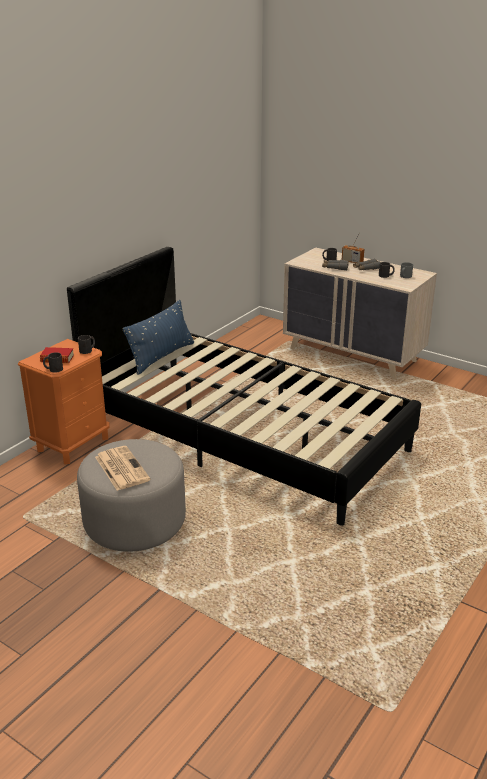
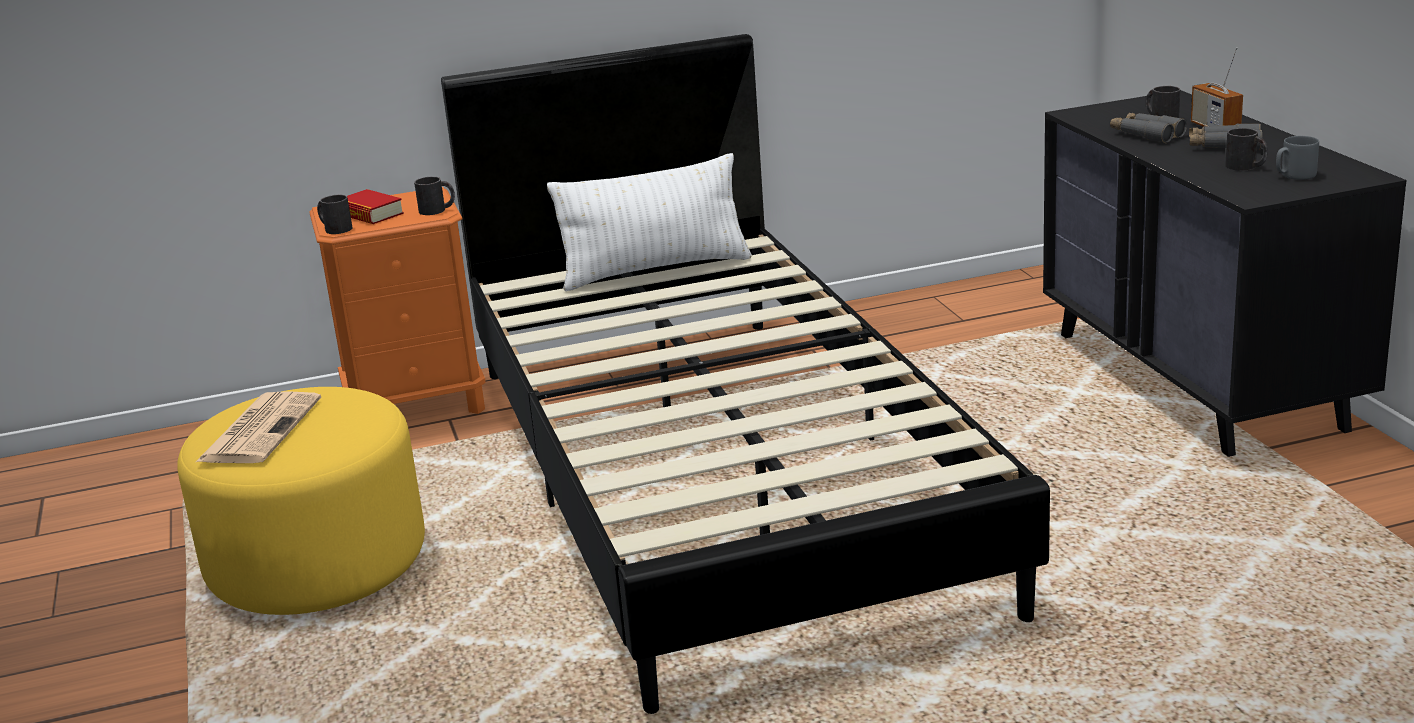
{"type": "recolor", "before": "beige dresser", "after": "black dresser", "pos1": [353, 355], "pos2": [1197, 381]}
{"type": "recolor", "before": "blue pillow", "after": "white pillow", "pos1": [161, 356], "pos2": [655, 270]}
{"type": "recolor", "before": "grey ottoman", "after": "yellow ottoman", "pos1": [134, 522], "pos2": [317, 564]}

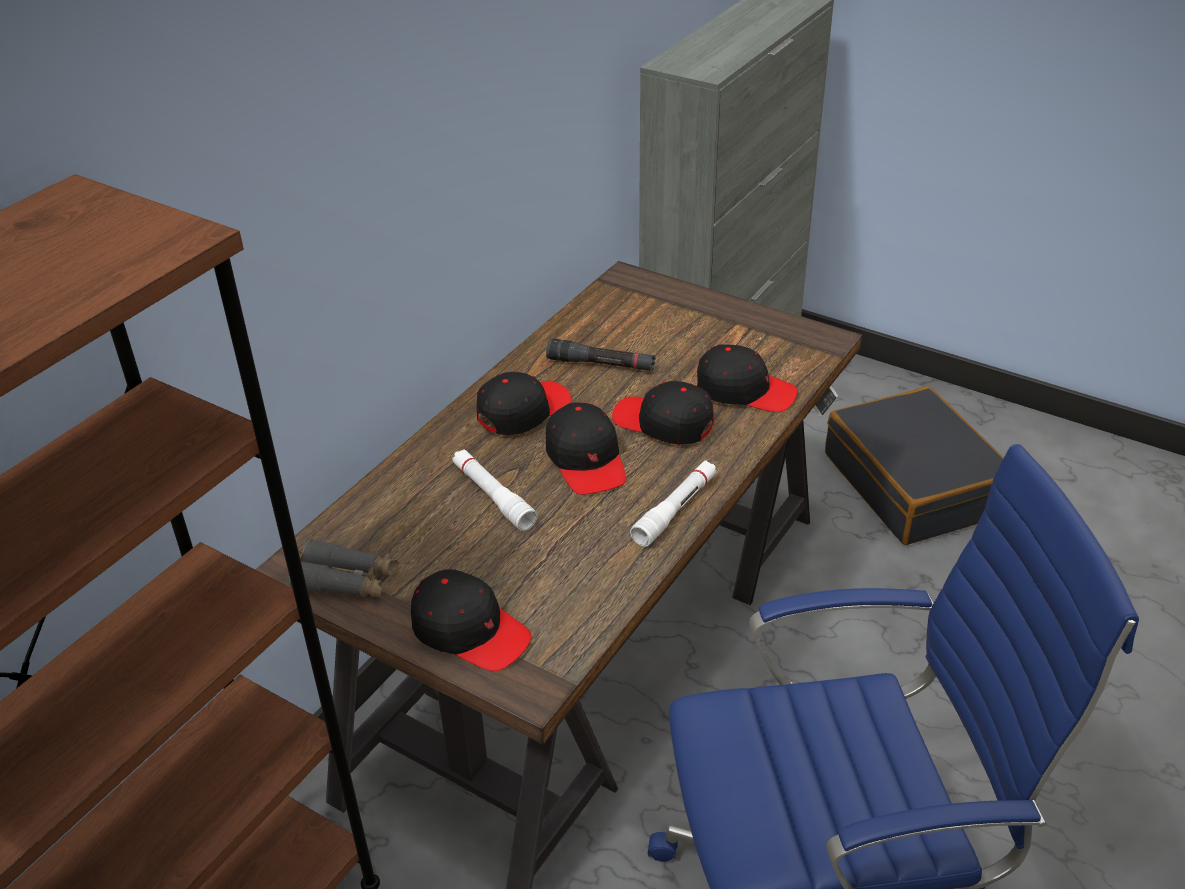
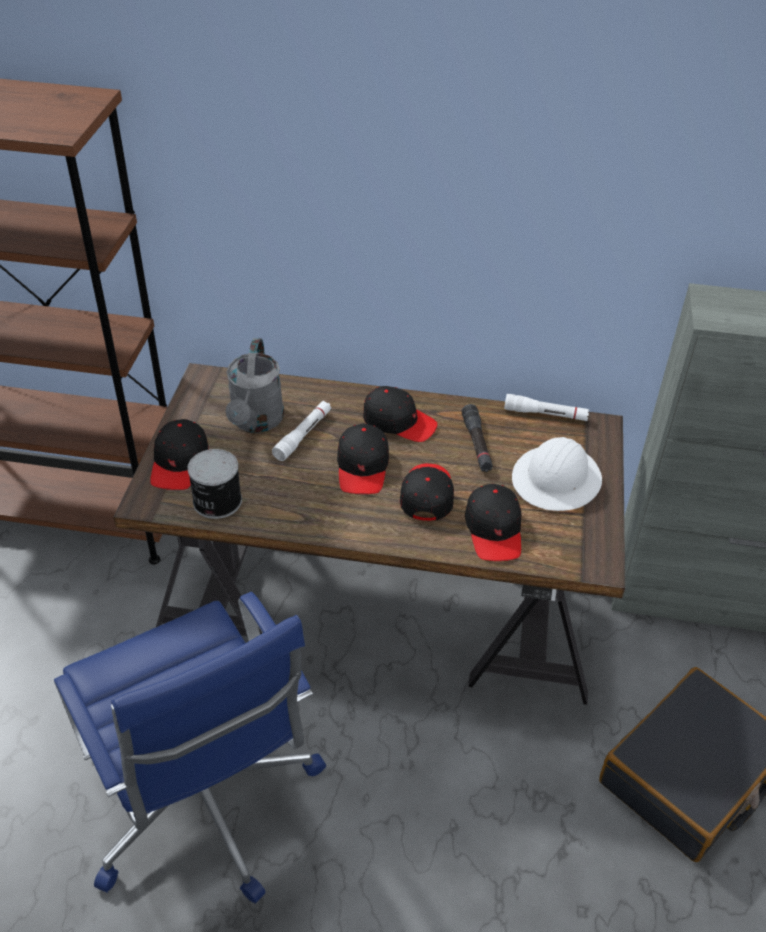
{"type": "rotate", "before": "black cap", "pos1": [586, 460], "pos2": [362, 467], "turn": -45}
{"type": "move", "before": "white flashlight", "pos1": [675, 510], "pos2": [545, 414]}
{"type": "delete", "before": "grey binoculars", "pos1": [347, 581]}
{"type": "insert", "after": "grey watering can", "pos2": [256, 422]}
{"type": "insert", "after": "white hard hat", "pos2": [556, 480]}
{"type": "insert", "after": "can", "pos2": [216, 501]}

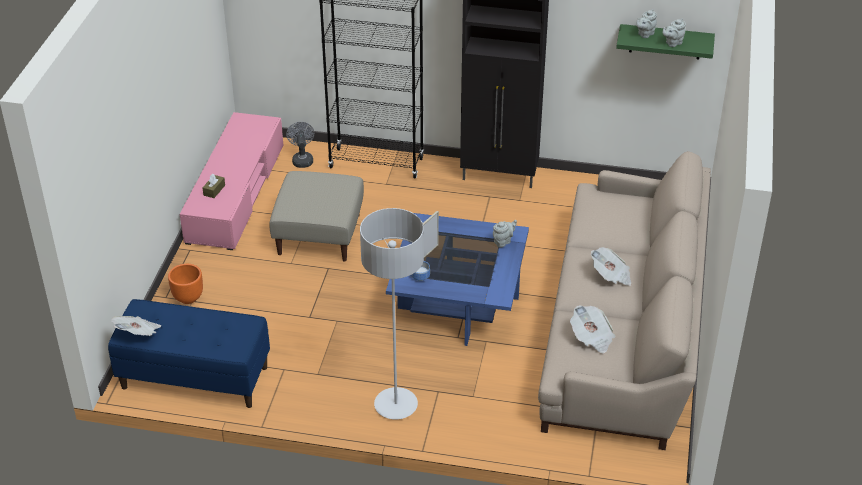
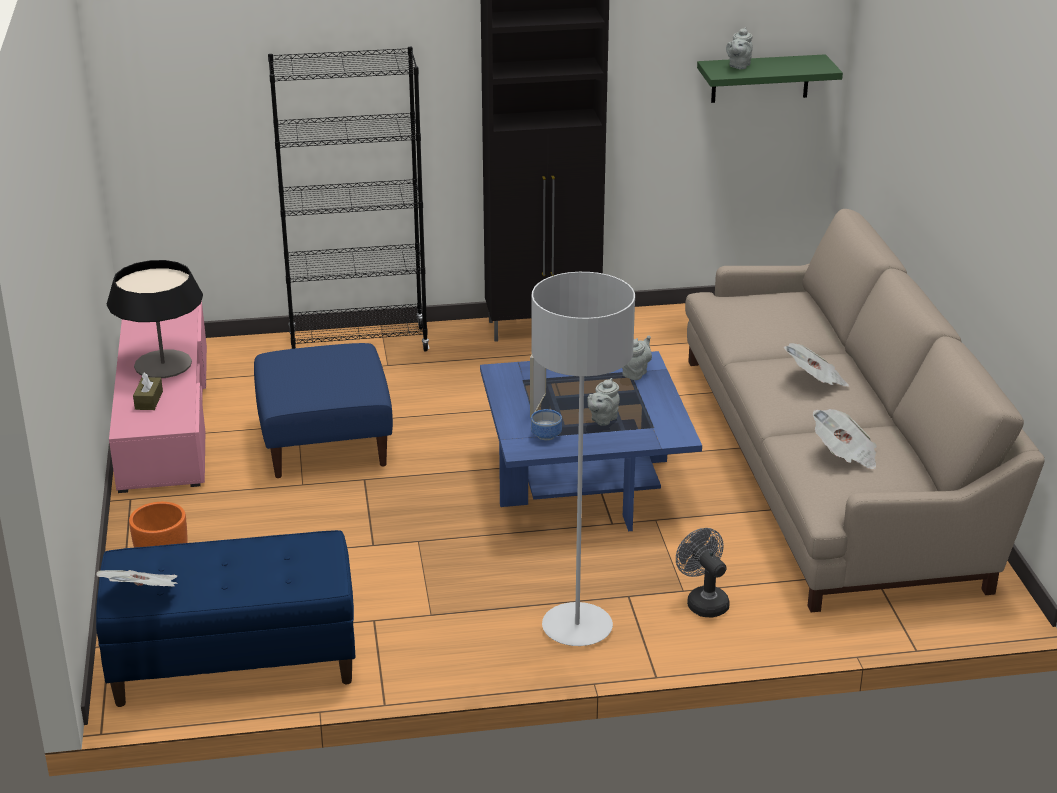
{"type": "move", "before": "grey teapot", "pos1": [672, 43], "pos2": [602, 419]}
{"type": "move", "before": "grey fan", "pos1": [302, 159], "pos2": [703, 601]}
{"type": "recolor", "before": "beige ottoman", "after": "blue ottoman", "pos1": [319, 234], "pos2": [324, 441]}
{"type": "insert", "after": "table lamp", "pos2": [163, 364]}

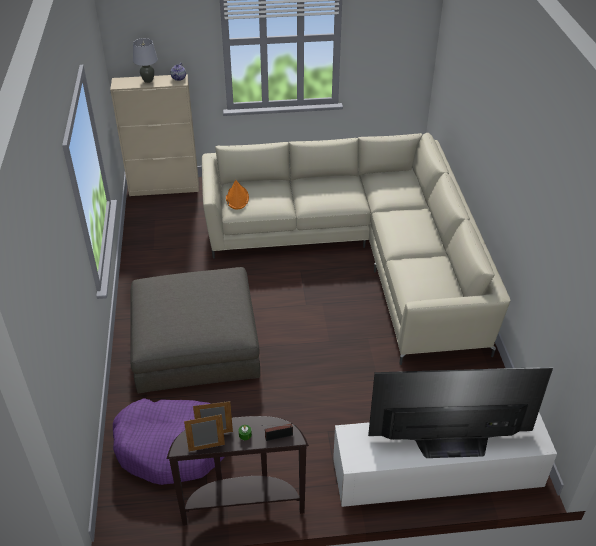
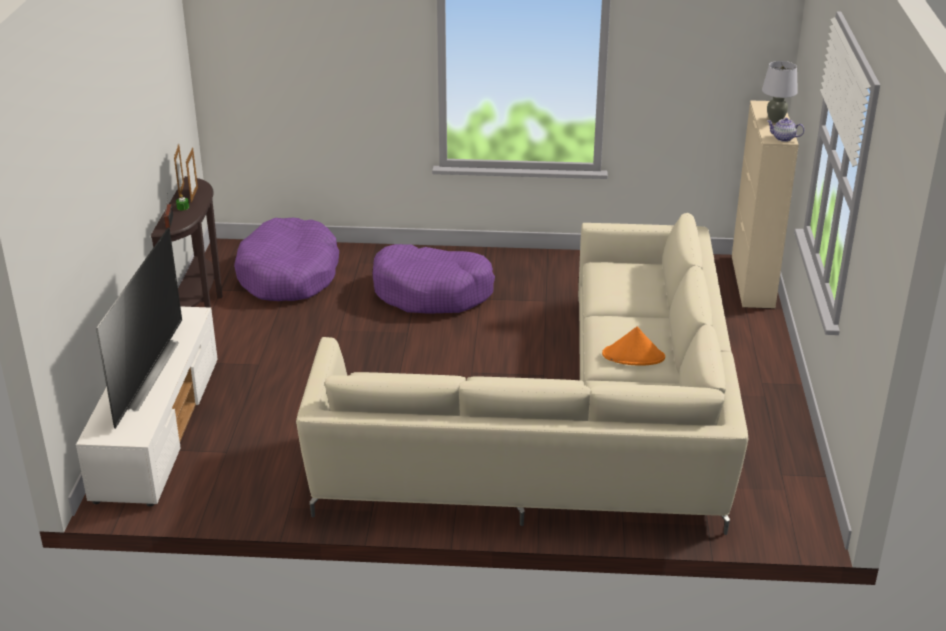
{"type": "move", "before": "orange hat", "pos1": [237, 198], "pos2": [633, 356]}
{"type": "replace", "before": "grey ottoman", "after": "purple dog bed", "pos1": [195, 341], "pos2": [432, 292]}

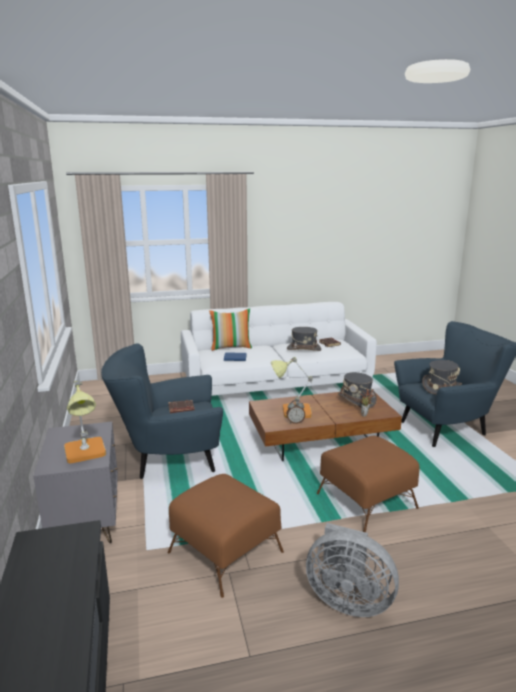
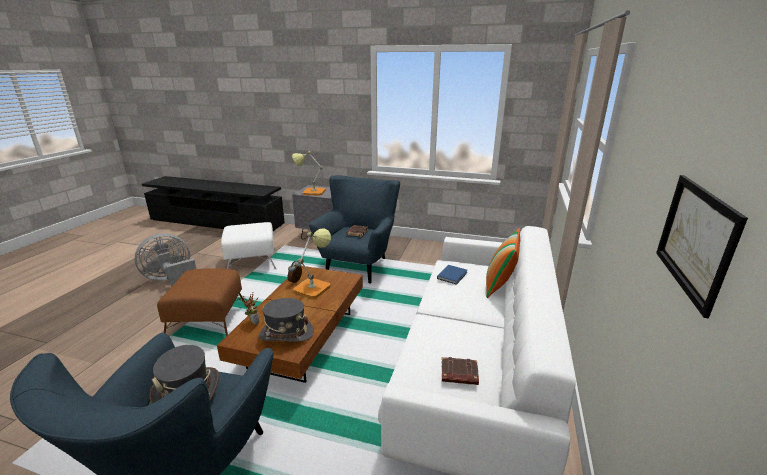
{"type": "delete", "before": "grey hat", "pos1": [303, 349]}
{"type": "recolor", "before": "brown ottoman", "after": "white ottoman", "pos1": [225, 551], "pos2": [252, 261]}
{"type": "insert", "after": "picture", "pos2": [695, 239]}

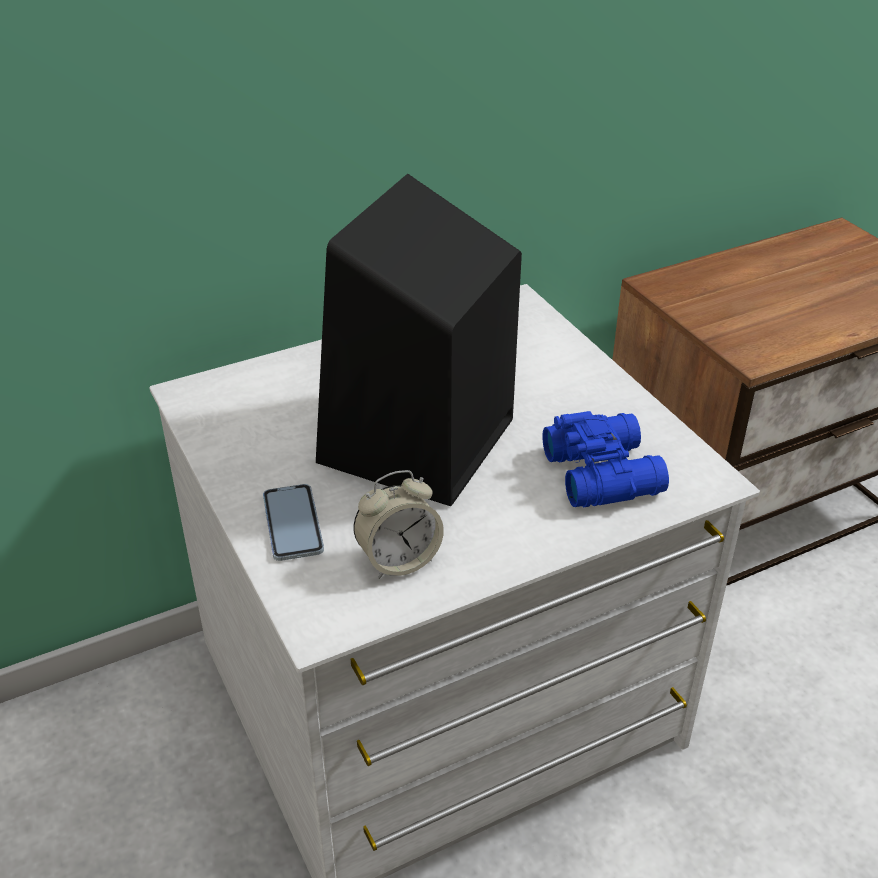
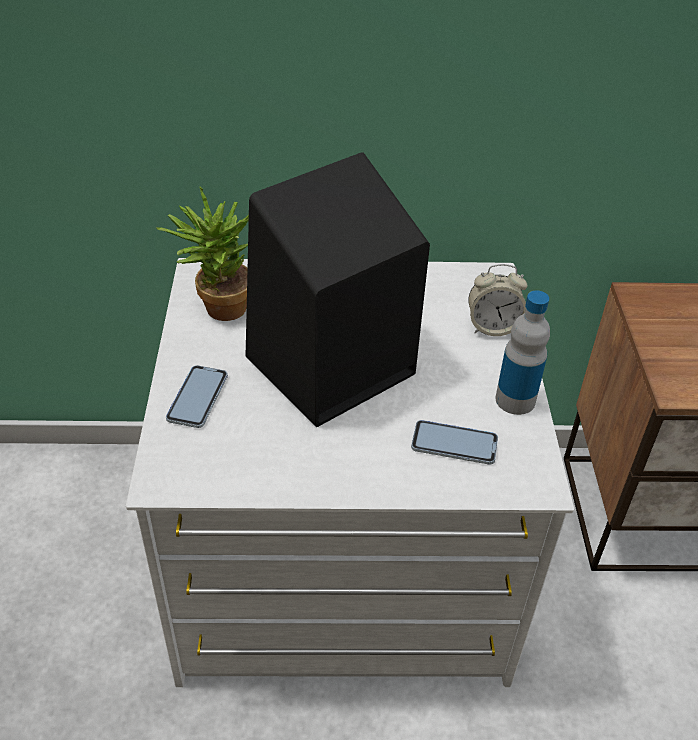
{"type": "replace", "before": "blue binoculars", "after": "phone", "pos1": [603, 472], "pos2": [454, 444]}
{"type": "move", "before": "alarm clock", "pos1": [399, 560], "pos2": [492, 327]}
{"type": "insert", "after": "potted plant", "pos2": [217, 308]}
{"type": "insert", "after": "bottle", "pos2": [515, 400]}

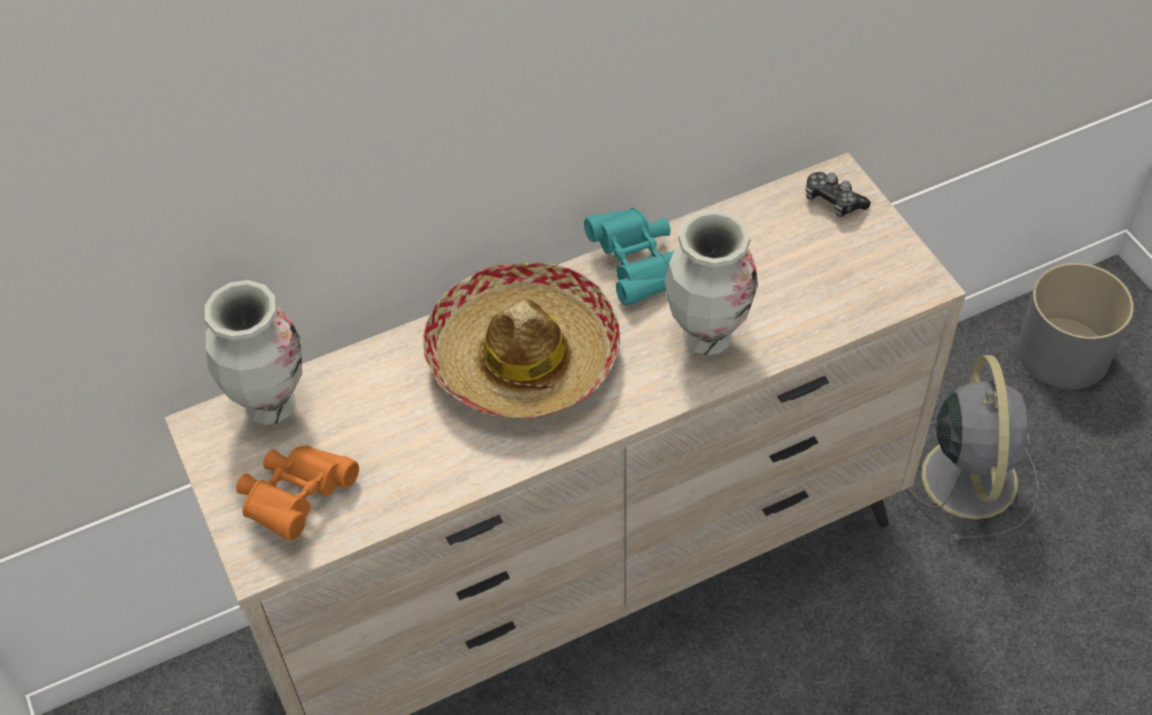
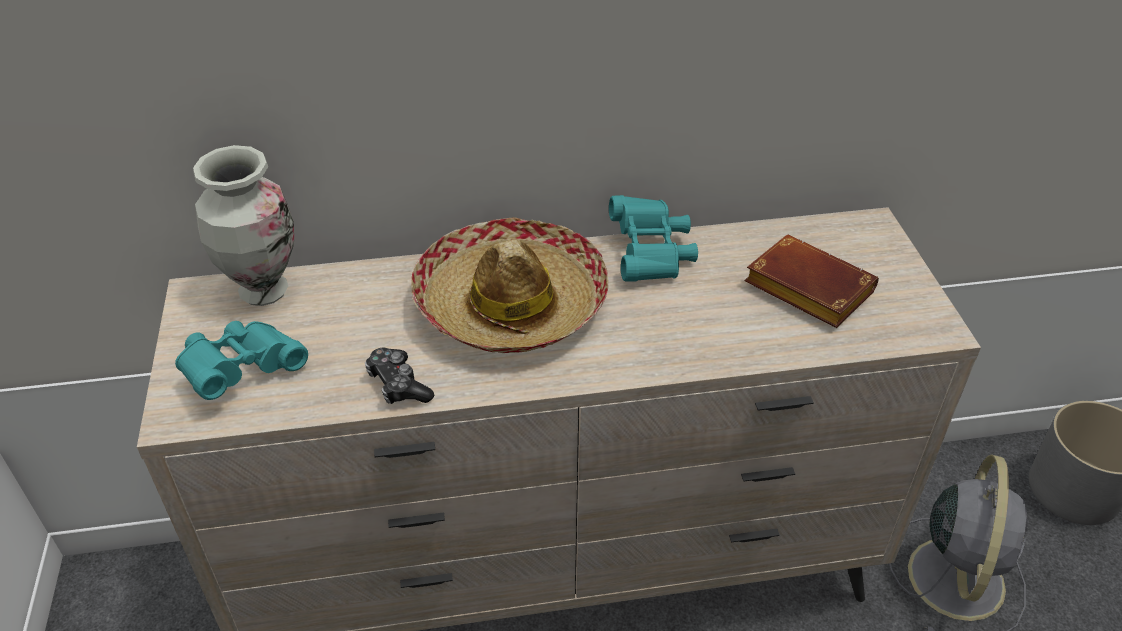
{"type": "move", "before": "game controller", "pos1": [833, 201], "pos2": [398, 385]}
{"type": "delete", "before": "vase", "pos1": [706, 337]}
{"type": "recolor", "before": "orange binoculars", "after": "turquoise binoculars", "pos1": [296, 498], "pos2": [242, 371]}
{"type": "insert", "after": "brown book", "pos2": [804, 289]}

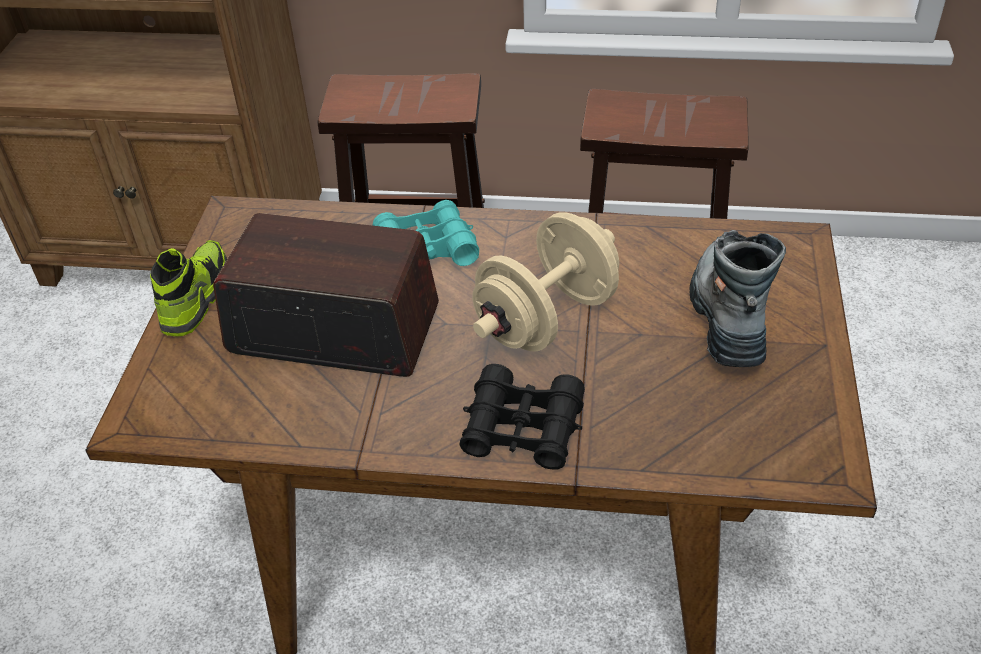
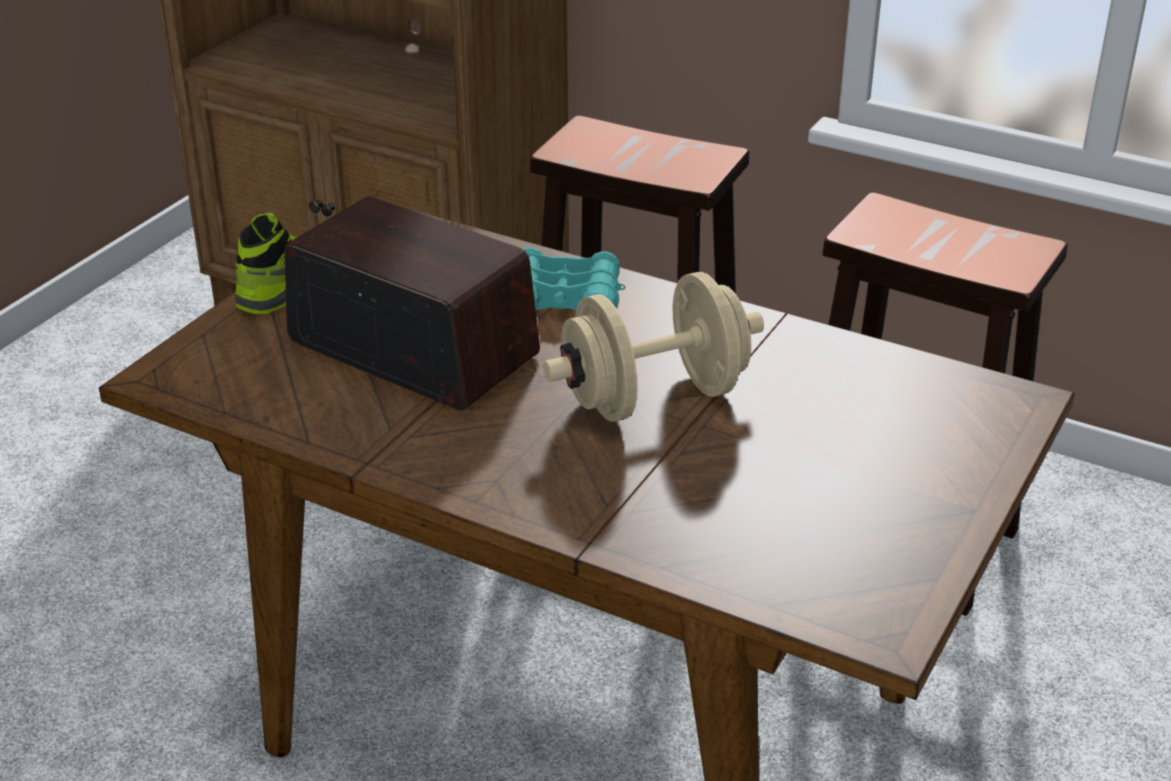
{"type": "delete", "before": "boot", "pos1": [727, 316]}
{"type": "delete", "before": "black binoculars", "pos1": [523, 428]}

